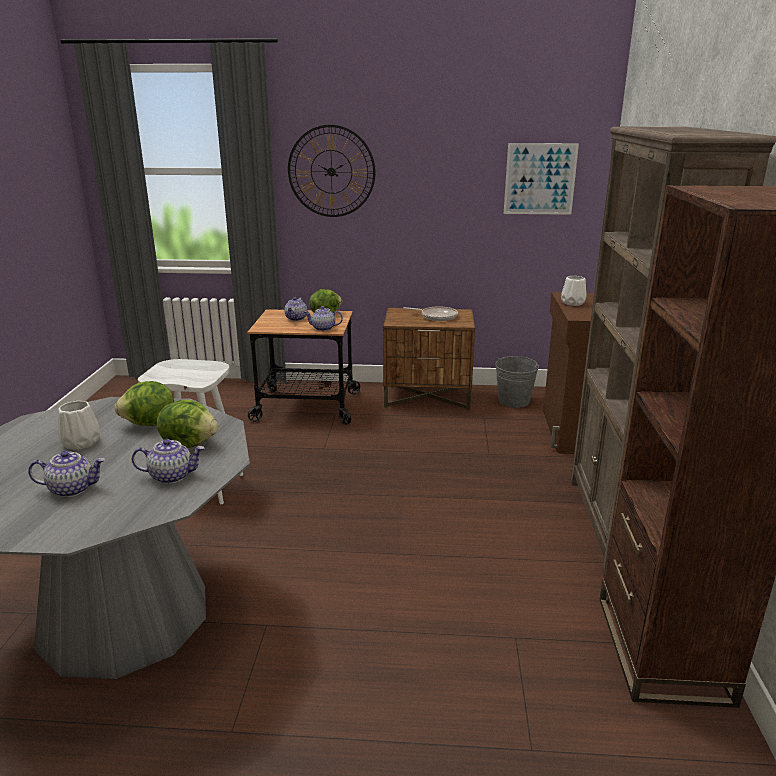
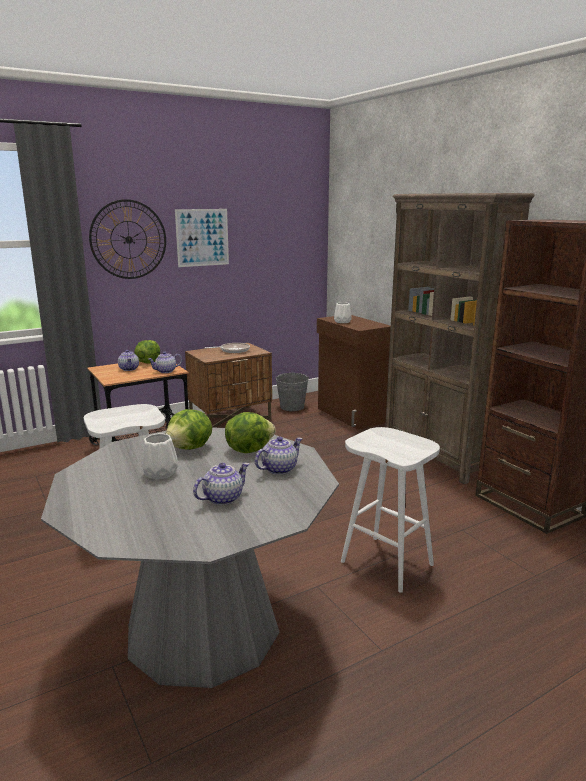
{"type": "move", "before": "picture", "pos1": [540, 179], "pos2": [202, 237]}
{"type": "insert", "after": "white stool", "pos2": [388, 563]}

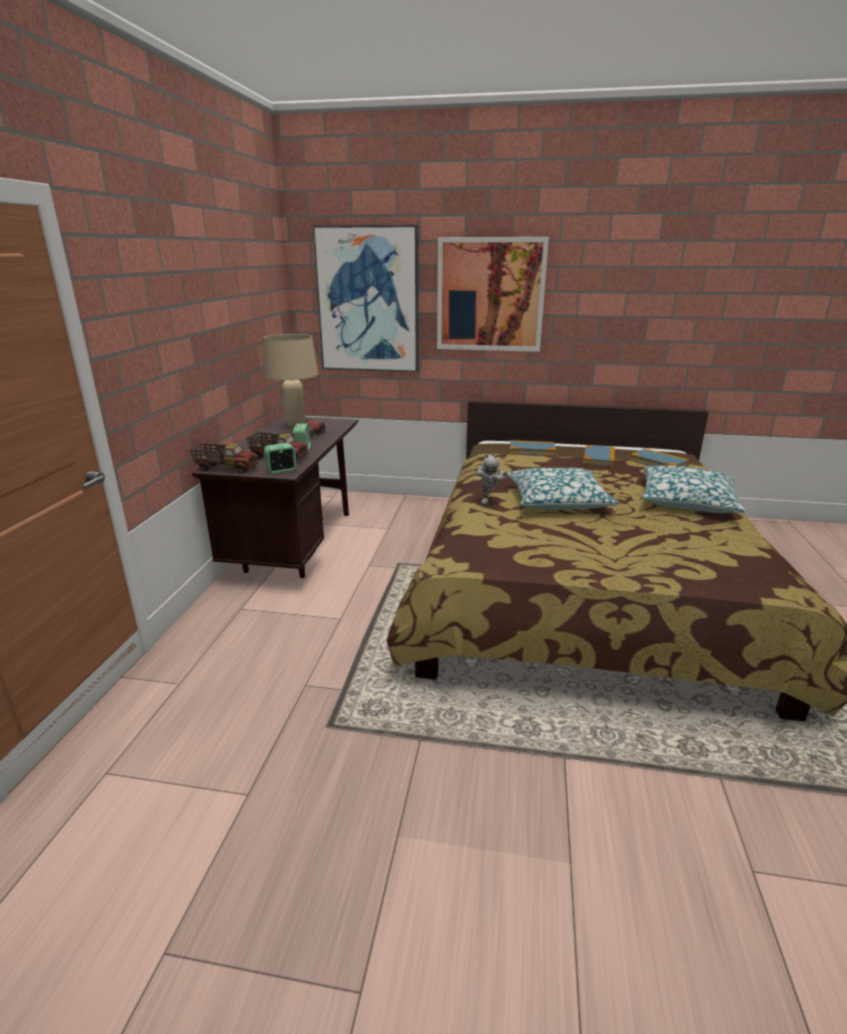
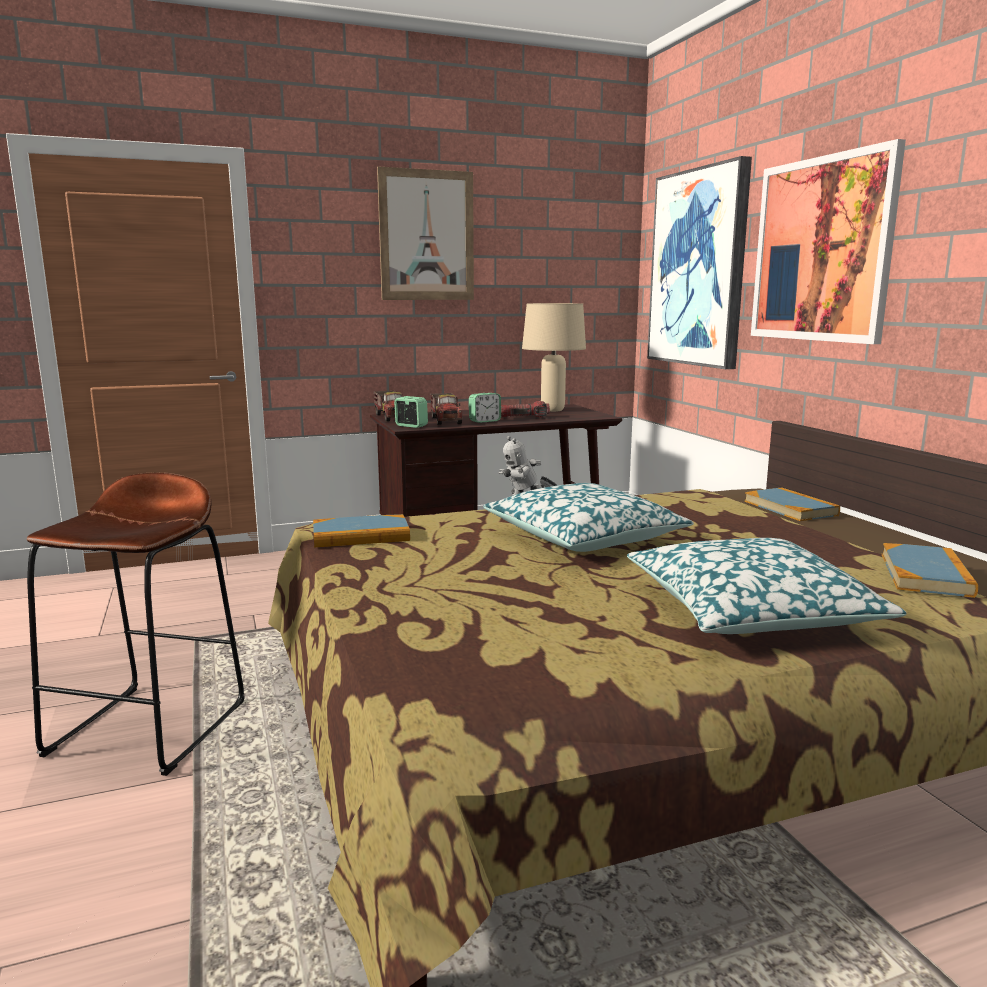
{"type": "move", "before": "book", "pos1": [599, 458], "pos2": [361, 536]}
{"type": "insert", "after": "picture", "pos2": [426, 236]}
{"type": "insert", "after": "brown stool", "pos2": [149, 728]}

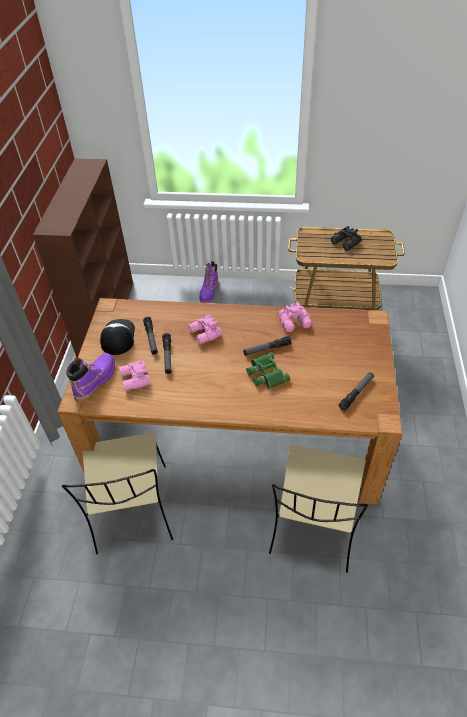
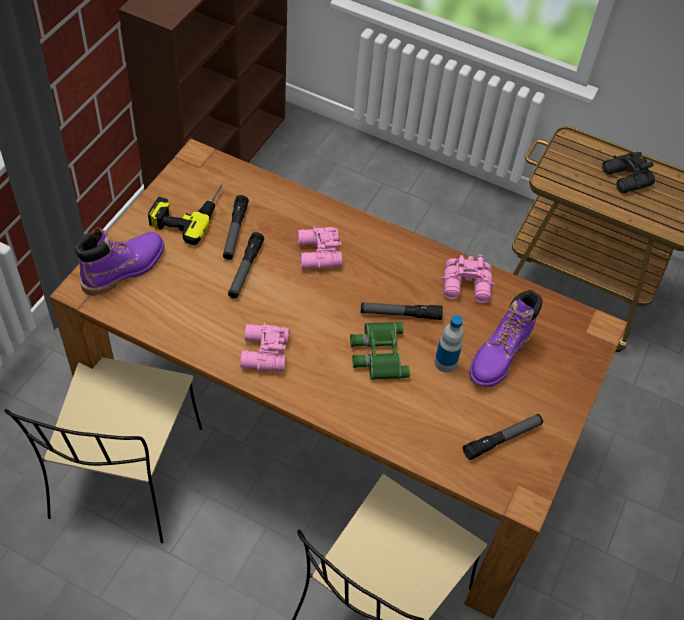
{"type": "move", "before": "purple boot", "pos1": [209, 292], "pos2": [499, 357]}
{"type": "replace", "before": "cap", "after": "power drill", "pos1": [117, 337], "pos2": [187, 212]}
{"type": "move", "before": "pink binoculars", "pos1": [134, 379], "pos2": [263, 353]}
{"type": "insert", "after": "bottle", "pos2": [445, 363]}

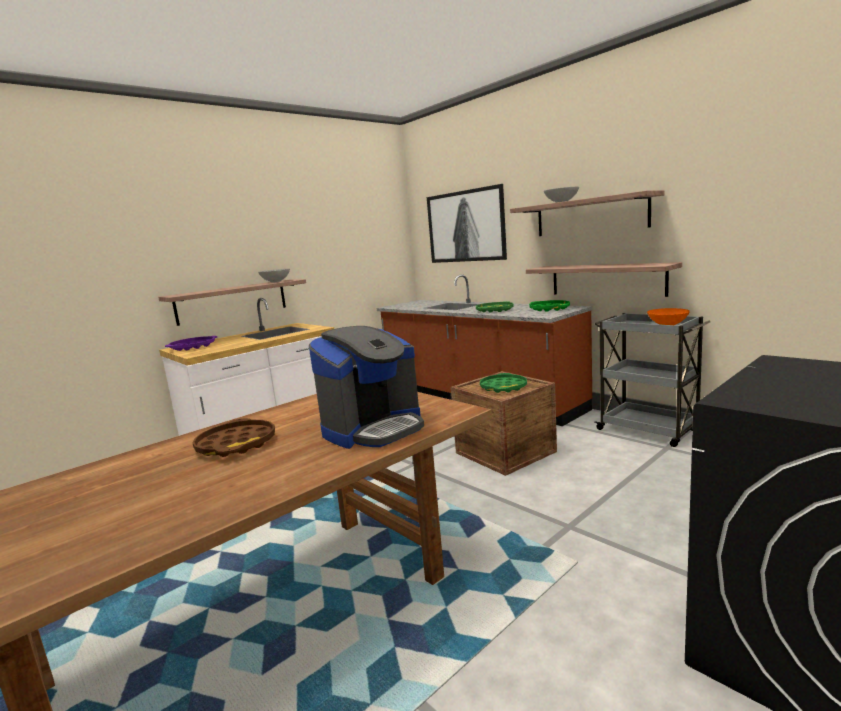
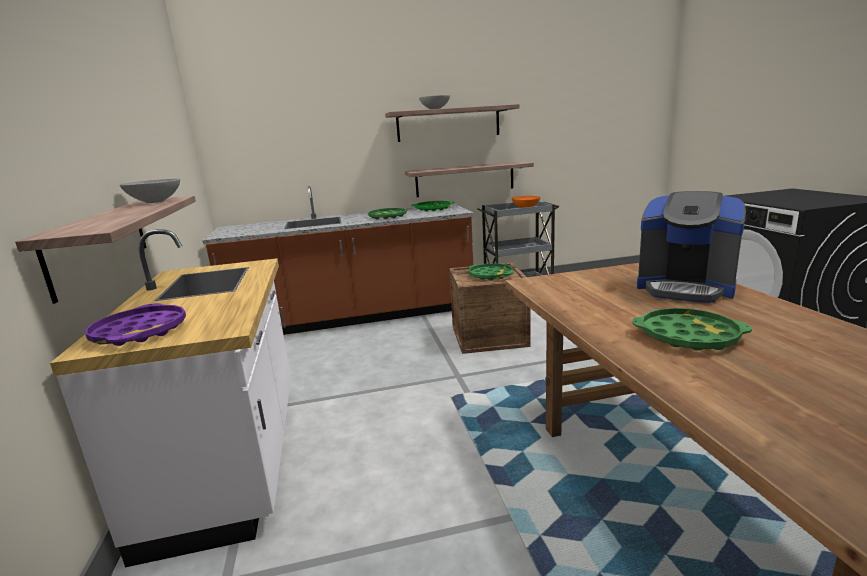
{"type": "delete", "before": "picture", "pos1": [465, 226]}
{"type": "rotate", "before": "coffee machine", "pos1": [373, 429], "pos2": [685, 288], "turn": 135}
{"type": "recolor", "before": "brown tray", "after": "green tray", "pos1": [236, 444], "pos2": [688, 336]}

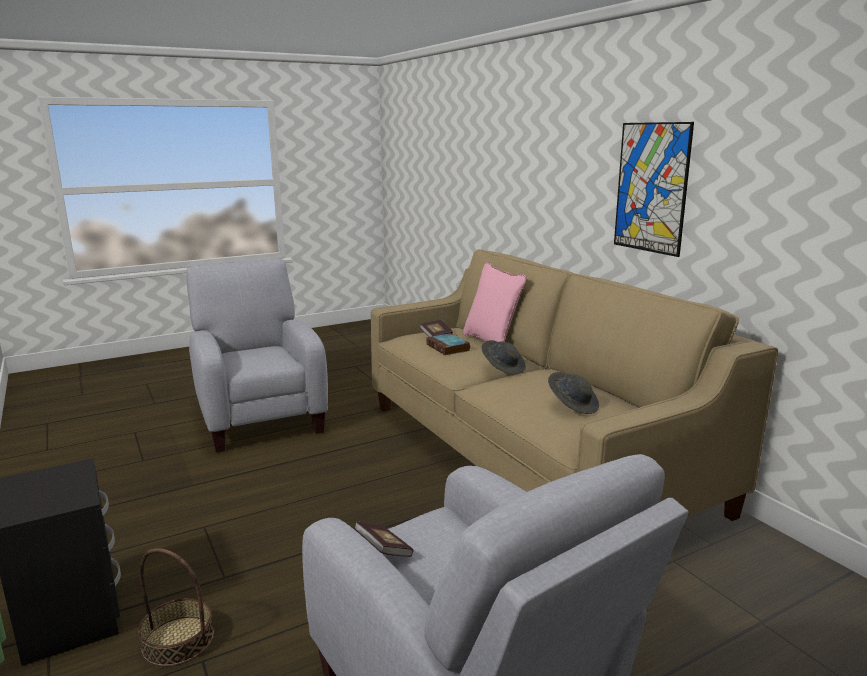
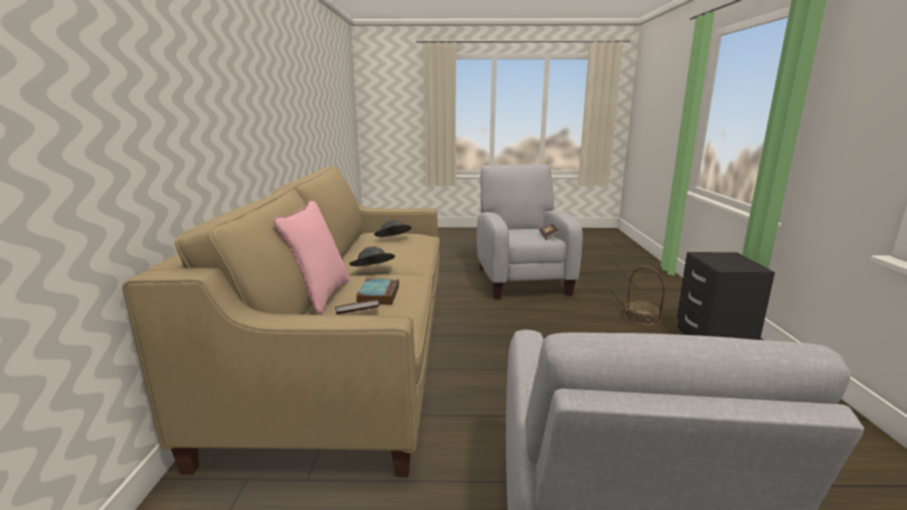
{"type": "delete", "before": "picture", "pos1": [651, 188]}

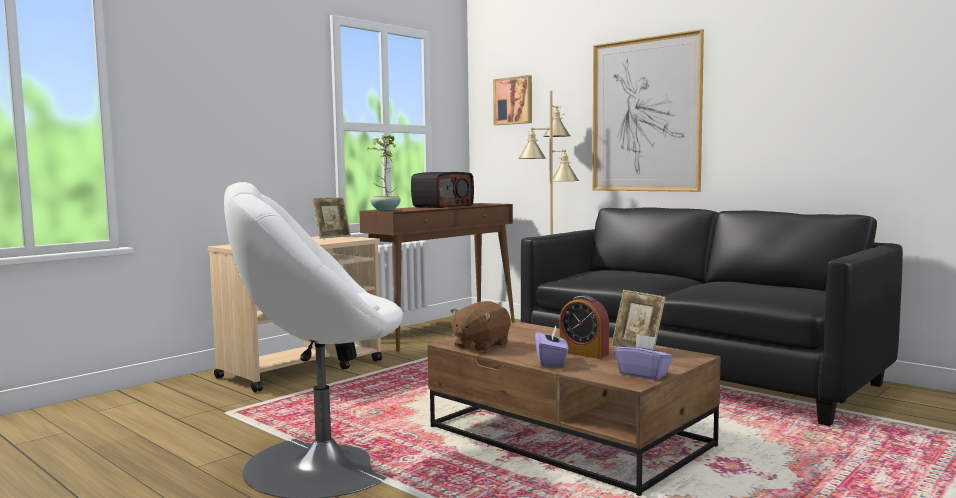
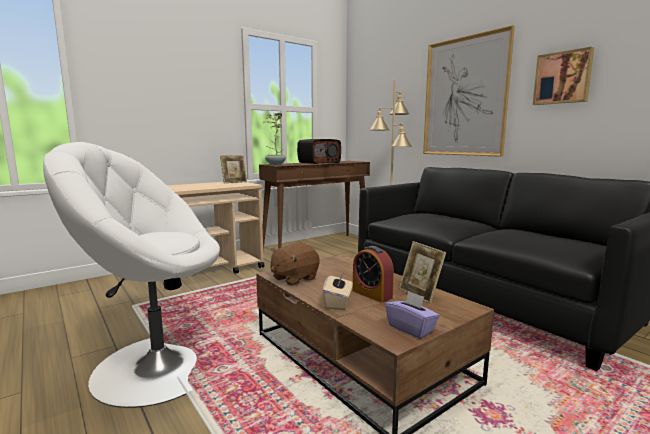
{"type": "move", "before": "picture", "pos1": [514, 101], "pos2": [563, 78]}
{"type": "recolor", "before": "purple tissue box", "after": "beige tissue box", "pos1": [551, 362], "pos2": [338, 303]}

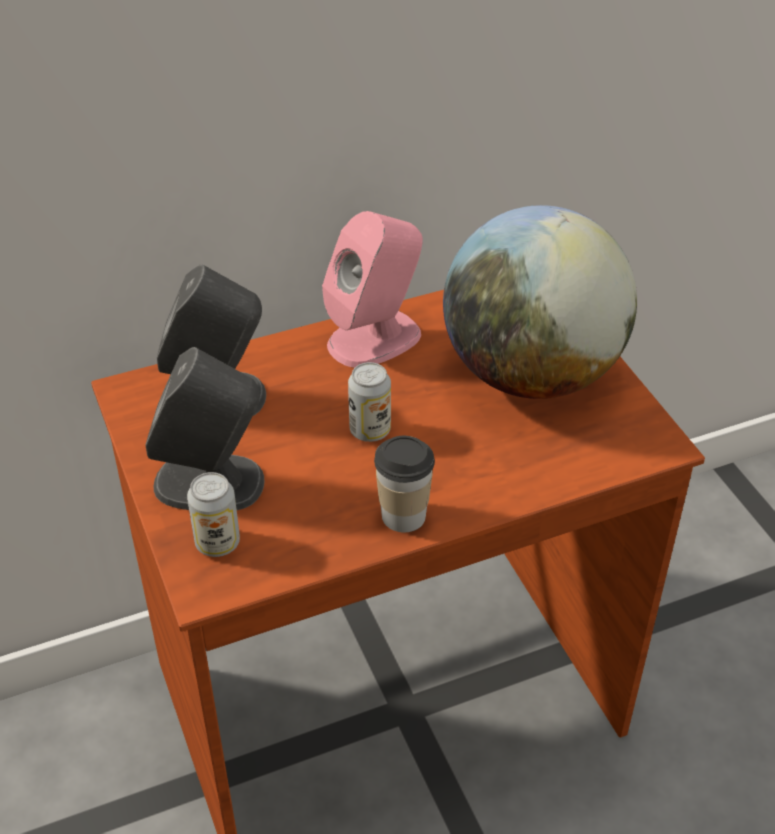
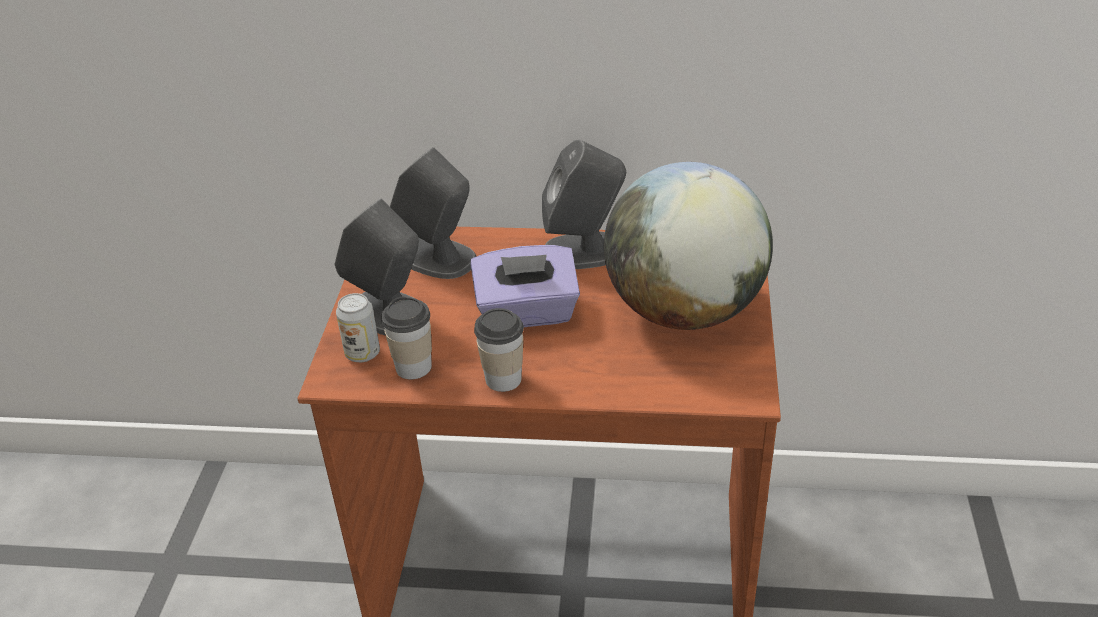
{"type": "recolor", "before": "pink speaker", "after": "grey speaker", "pos1": [375, 338], "pos2": [583, 251]}
{"type": "replace", "before": "can", "after": "purple tissue box", "pos1": [370, 430], "pos2": [527, 313]}
{"type": "insert", "after": "cup", "pos2": [413, 367]}

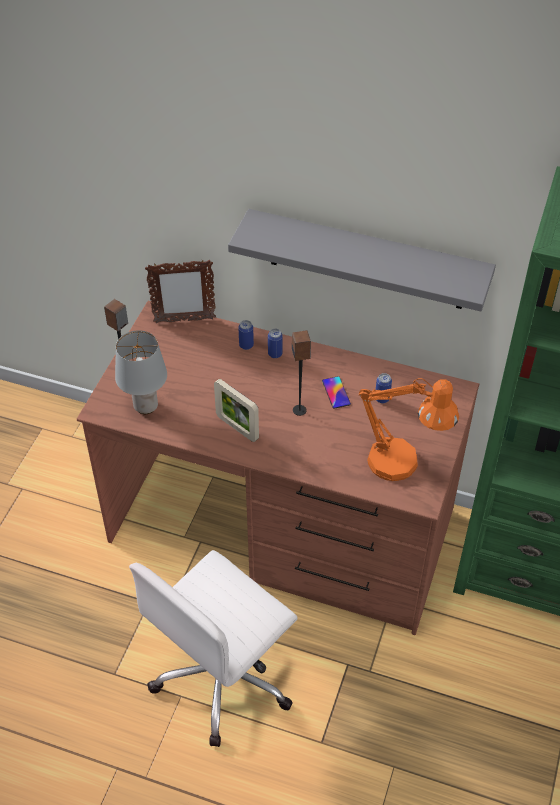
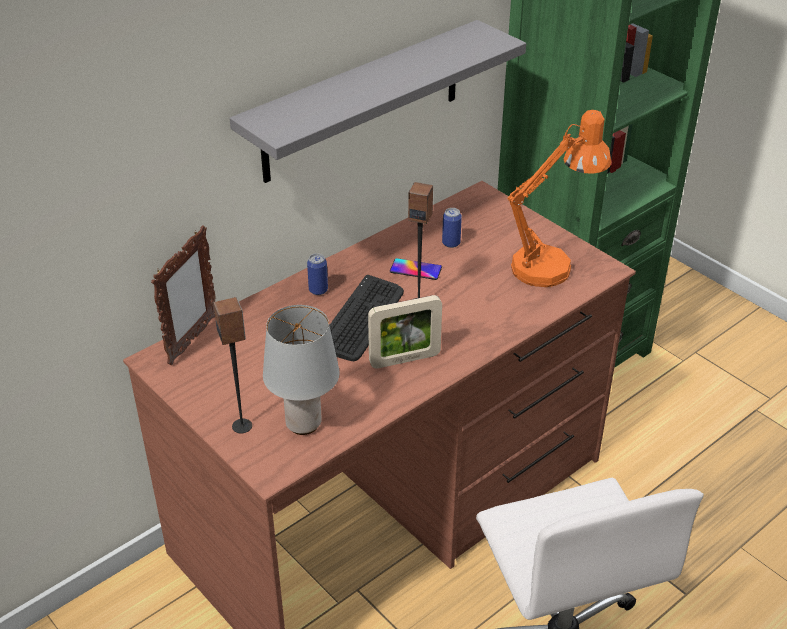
{"type": "delete", "before": "can", "pos1": [246, 345]}
{"type": "insert", "after": "keyboard", "pos2": [362, 319]}

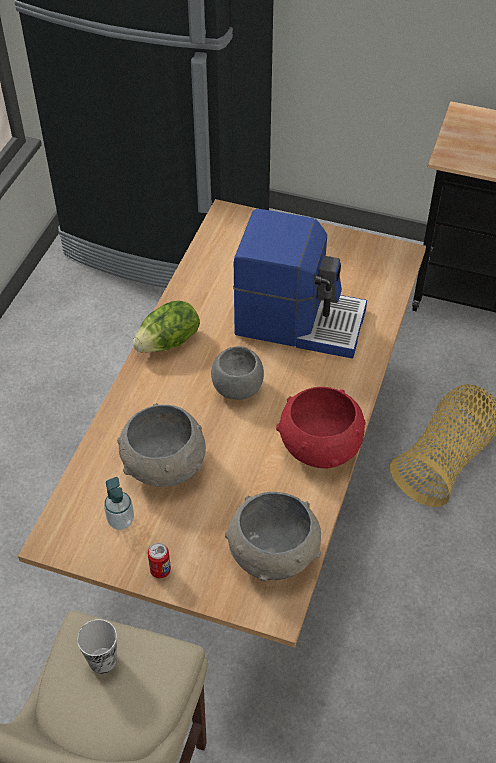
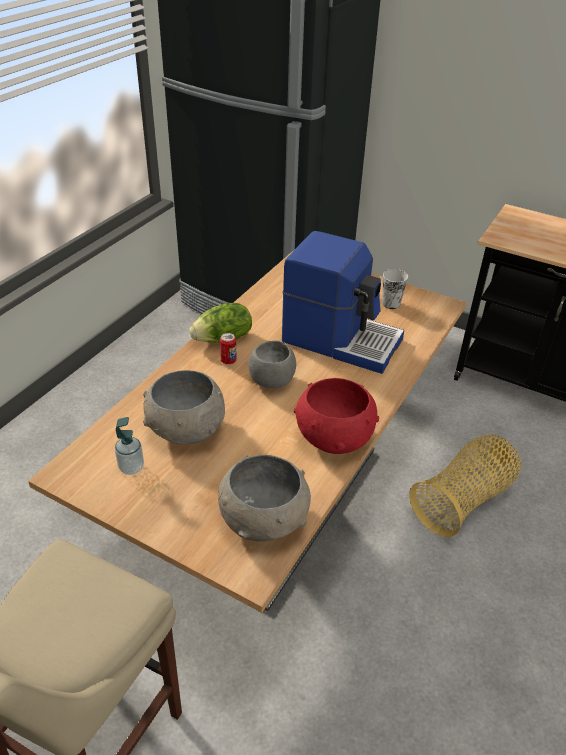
{"type": "move", "before": "can", "pos1": [160, 570], "pos2": [228, 360]}
{"type": "move", "before": "cup", "pos1": [102, 660], "pos2": [391, 304]}

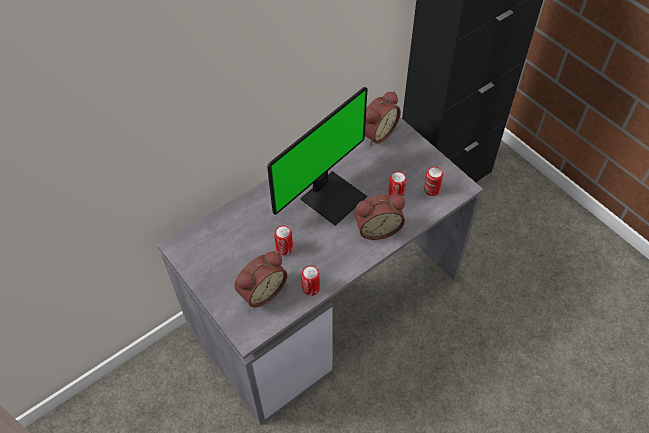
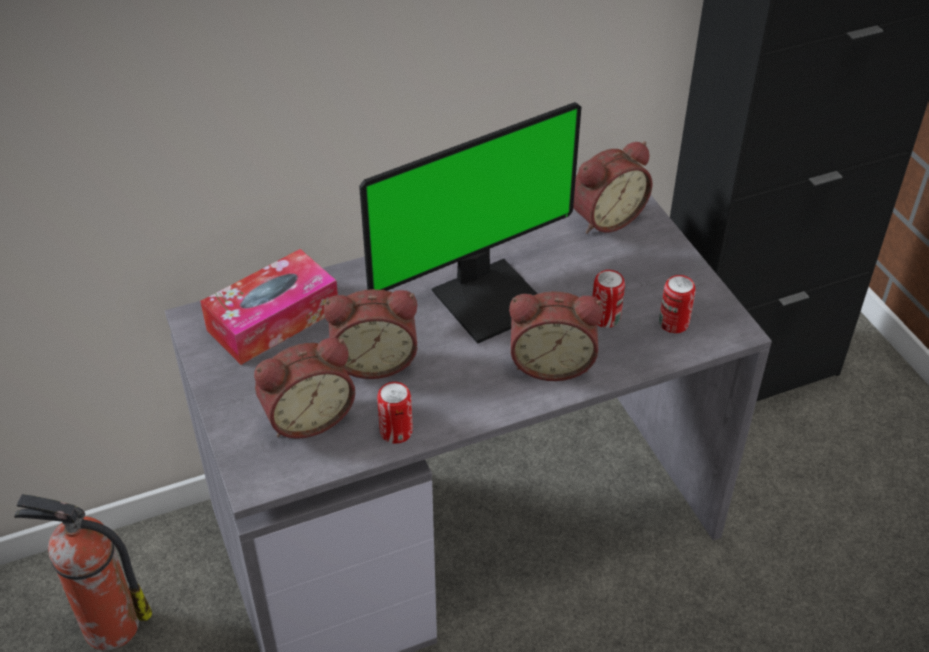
{"type": "replace", "before": "can", "after": "alarm clock", "pos1": [284, 248], "pos2": [374, 360]}
{"type": "insert", "after": "tissue box", "pos2": [273, 320]}
{"type": "insert", "after": "fire extinguisher", "pos2": [108, 626]}

